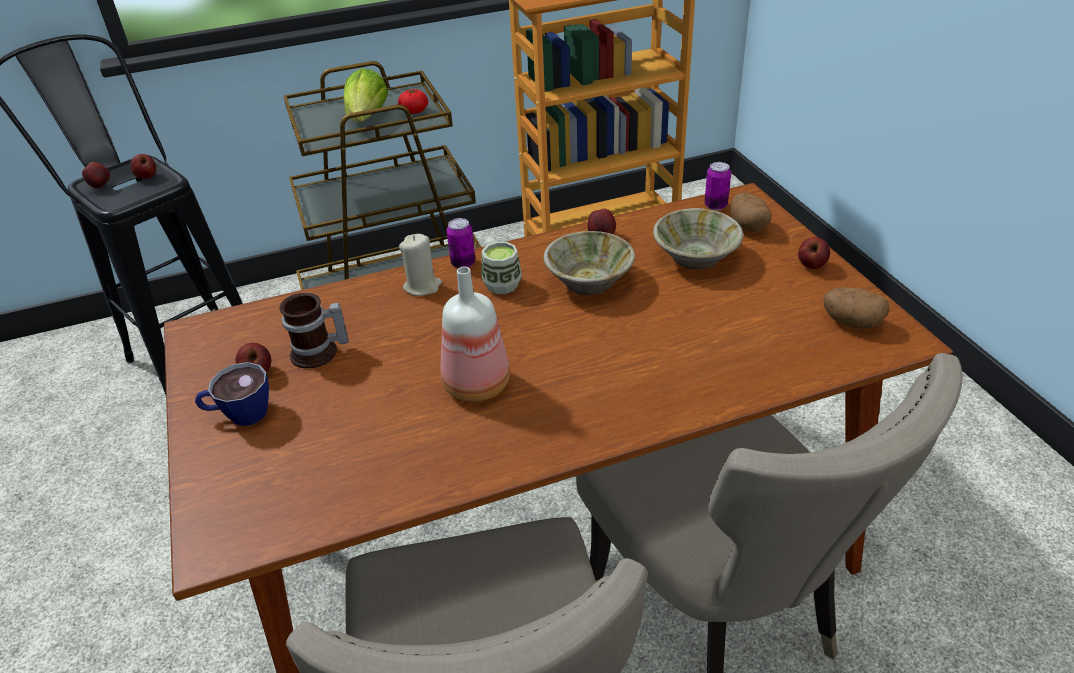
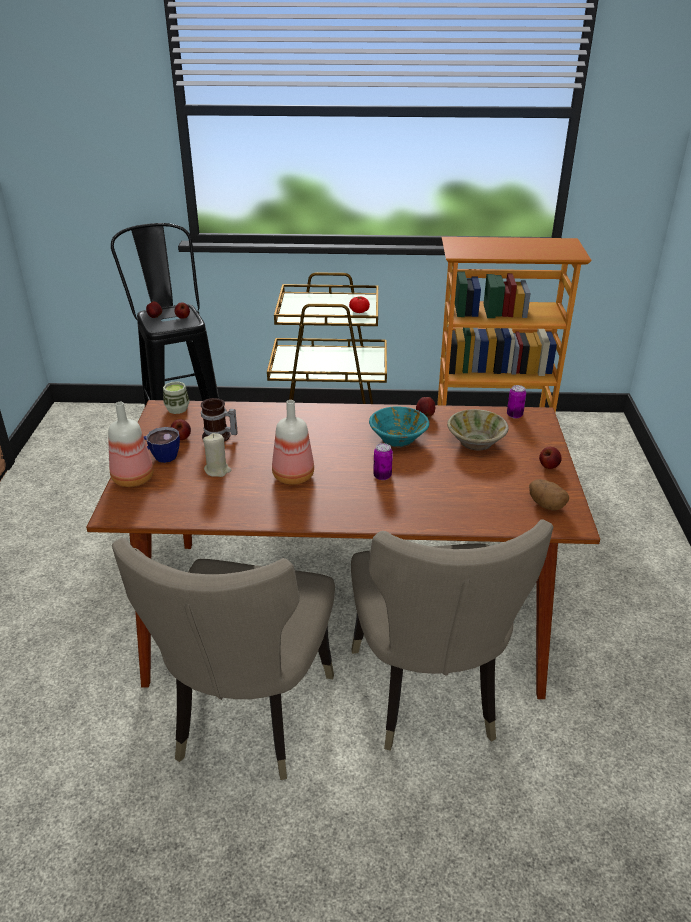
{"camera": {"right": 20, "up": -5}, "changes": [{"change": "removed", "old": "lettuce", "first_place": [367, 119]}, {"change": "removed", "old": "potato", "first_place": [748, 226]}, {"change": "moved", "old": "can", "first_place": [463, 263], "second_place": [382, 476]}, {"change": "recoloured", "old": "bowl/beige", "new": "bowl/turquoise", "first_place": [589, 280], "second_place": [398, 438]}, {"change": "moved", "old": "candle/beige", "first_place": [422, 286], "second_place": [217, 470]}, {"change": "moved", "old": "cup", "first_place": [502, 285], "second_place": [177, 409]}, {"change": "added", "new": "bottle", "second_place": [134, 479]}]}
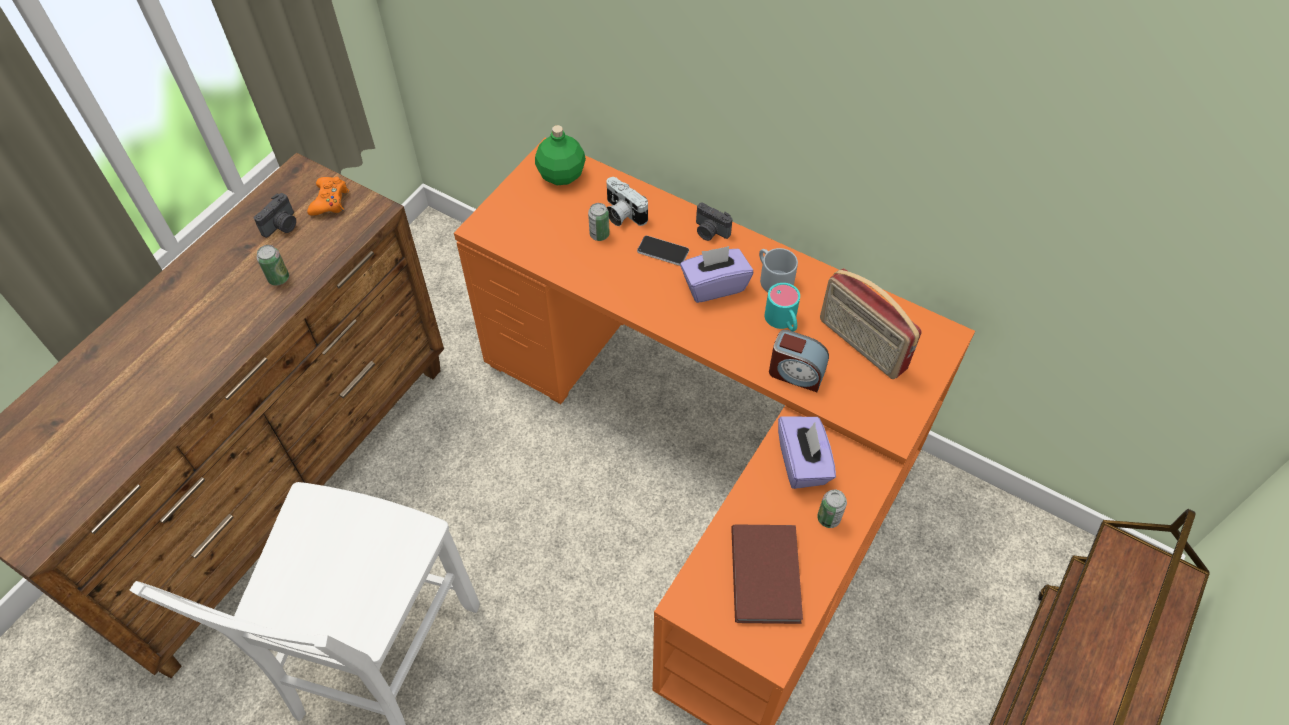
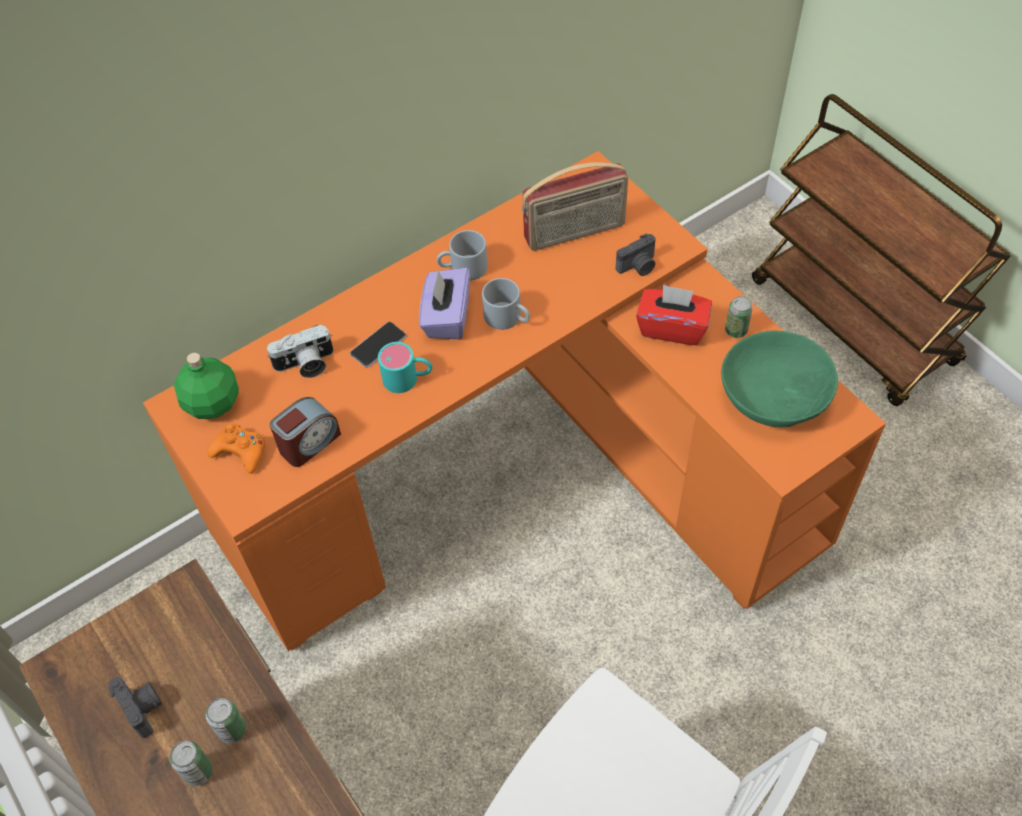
{"camera": {"right": -65, "up": 0}, "changes": [{"change": "moved", "old": "game controller/orange", "first_place": [330, 201], "second_place": [241, 452]}, {"change": "moved", "old": "photo camera", "first_place": [710, 232], "second_place": [638, 266]}, {"change": "moved", "old": "can", "first_place": [599, 234], "second_place": [198, 771]}, {"change": "moved", "old": "mug/turquoise", "first_place": [783, 321], "second_place": [408, 378]}, {"change": "moved", "old": "alarm clock", "first_place": [796, 373], "second_place": [309, 443]}, {"change": "recoloured", "old": "tissue box/purple", "new": "tissue box/red", "first_place": [803, 463], "second_place": [672, 328]}, {"change": "replaced", "old": "book/brown", "new": "bowl/green", "first_place": [768, 573], "second_place": [774, 395]}, {"change": "added", "new": "mug/grey", "second_place": [508, 317]}]}
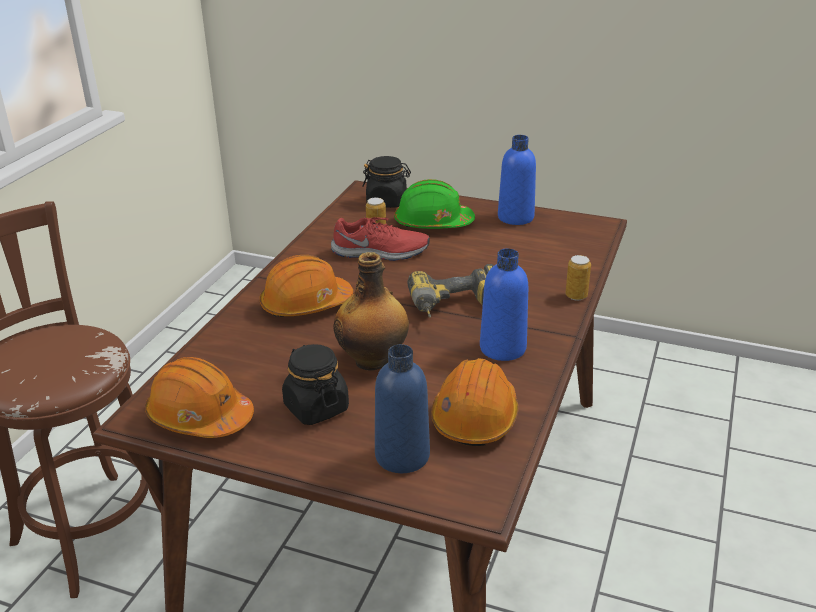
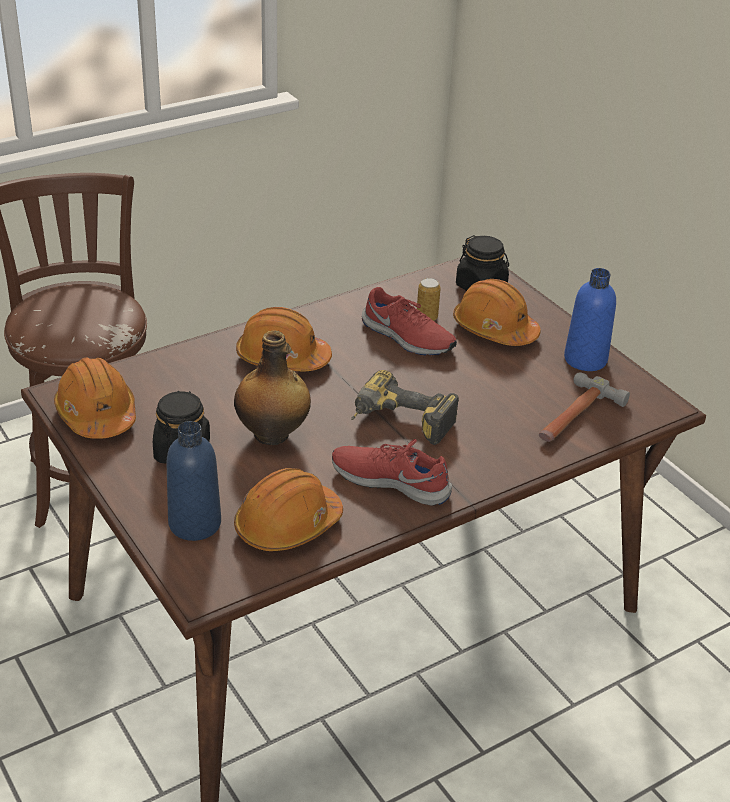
{"camera": {"right": 35, "up": 5}, "changes": [{"change": "recoloured", "old": "hard hat/green", "new": "hard hat/orange", "first_place": [433, 223], "second_place": [494, 329]}, {"change": "replaced", "old": "bottle/blue", "new": "shoe/red", "first_place": [502, 348], "second_place": [391, 480]}, {"change": "removed", "old": "can", "first_place": [576, 296]}, {"change": "added", "new": "hammer", "second_place": [574, 417]}]}
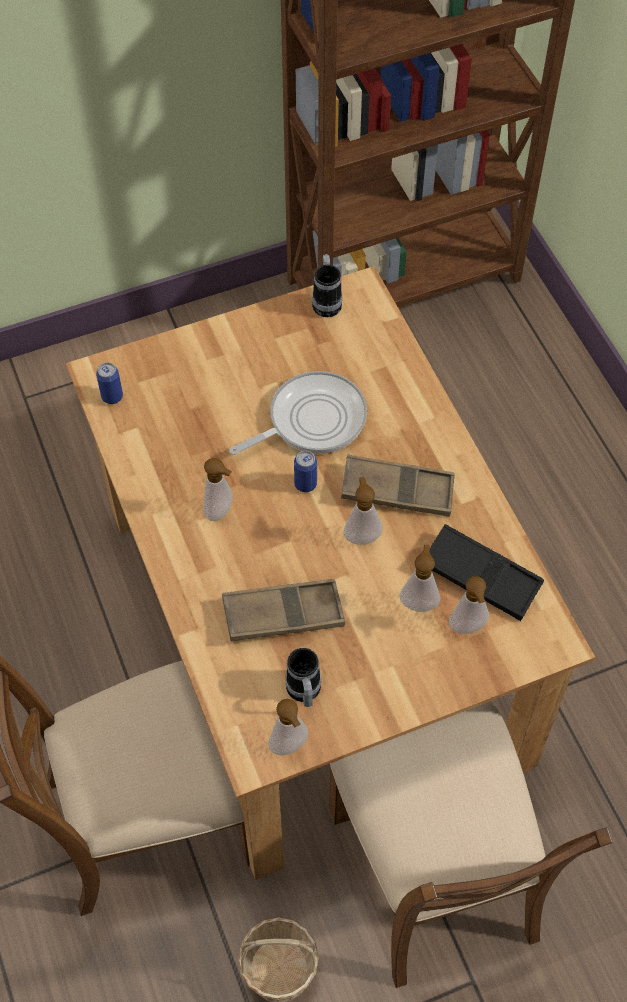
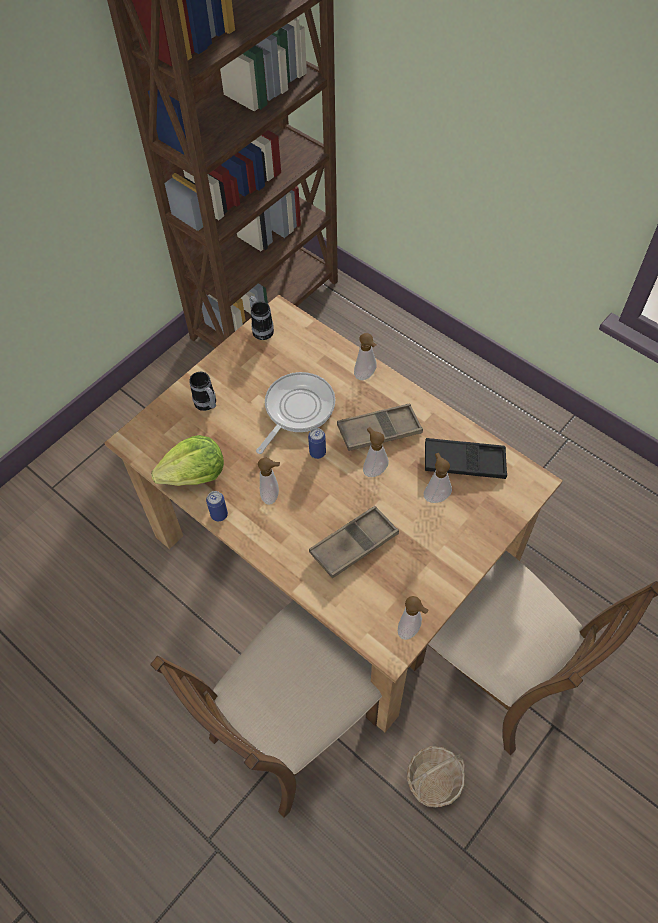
{"camera": {"right": -25, "up": 0}, "changes": [{"change": "moved", "old": "can", "first_place": [112, 396], "second_place": [219, 514]}, {"change": "moved", "old": "soap dispenser", "first_place": [468, 629], "second_place": [366, 376]}, {"change": "moved", "old": "mug", "first_place": [304, 693], "second_place": [207, 405]}, {"change": "added", "new": "lettuce", "second_place": [194, 475]}]}
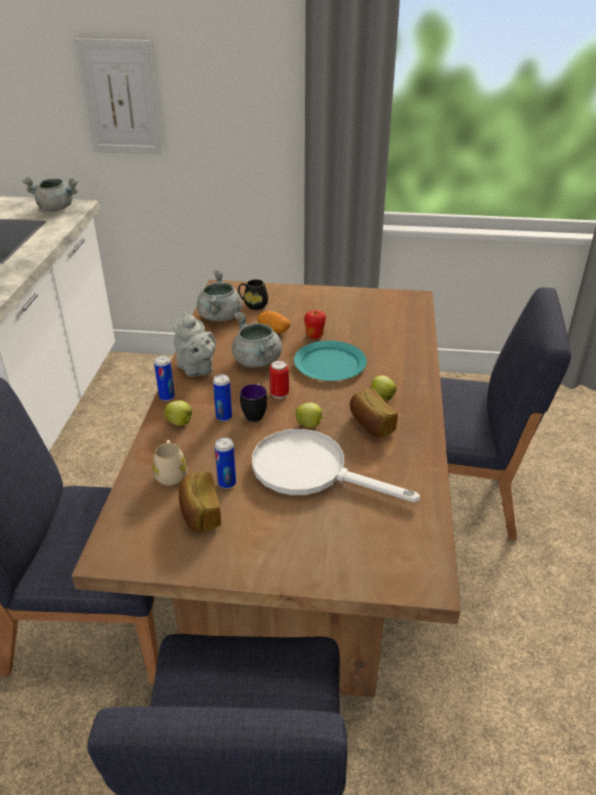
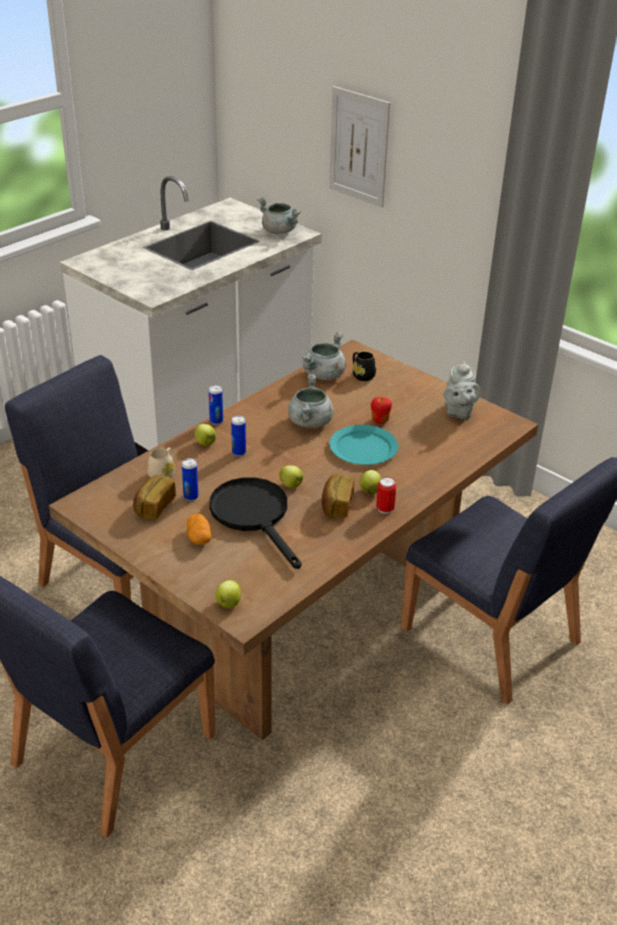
{"camera": {"right": 35, "up": 0}, "changes": [{"change": "moved", "old": "potato", "first_place": [273, 330], "second_place": [199, 537]}, {"change": "moved", "old": "teapot/grey", "first_place": [196, 369], "second_place": [458, 412]}, {"change": "moved", "old": "can", "first_place": [279, 394], "second_place": [385, 509]}, {"change": "removed", "old": "mug", "first_place": [255, 413]}, {"change": "recoloured", "old": "frying pan/white", "new": "frying pan/black", "first_place": [312, 471], "second_place": [254, 516]}, {"change": "added", "new": "apple", "second_place": [228, 604]}]}
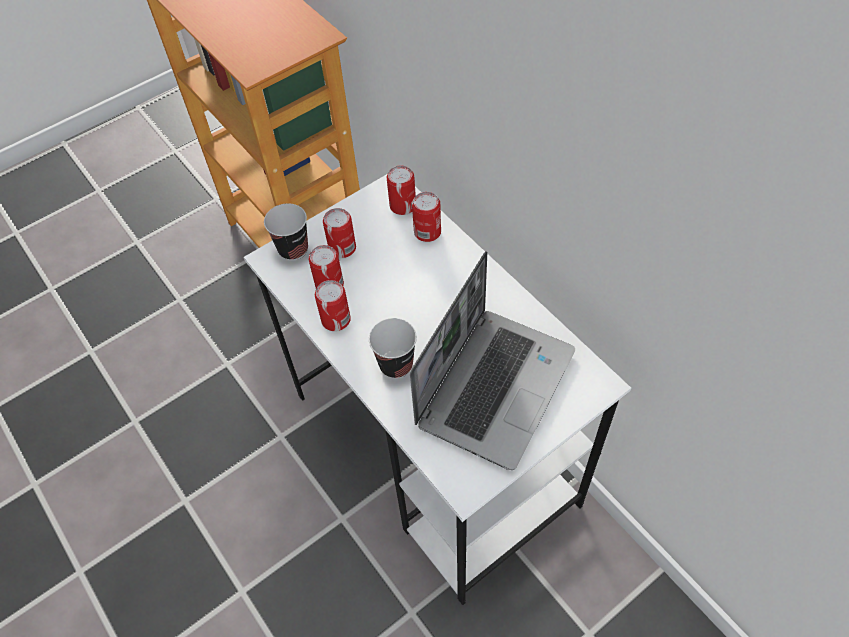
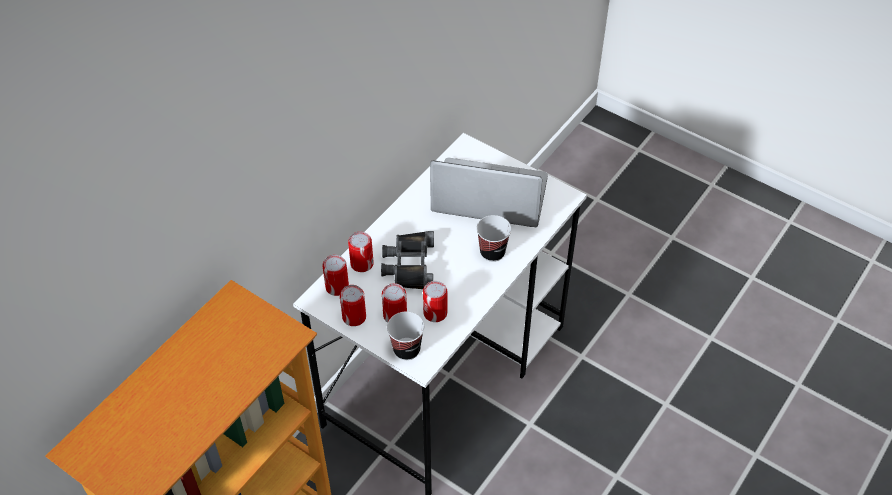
{"camera": {"right": -110, "up": -5}, "changes": [{"change": "moved", "old": "can", "first_place": [336, 320], "second_place": [354, 317]}, {"change": "added", "new": "binoculars/black", "second_place": [409, 265]}]}
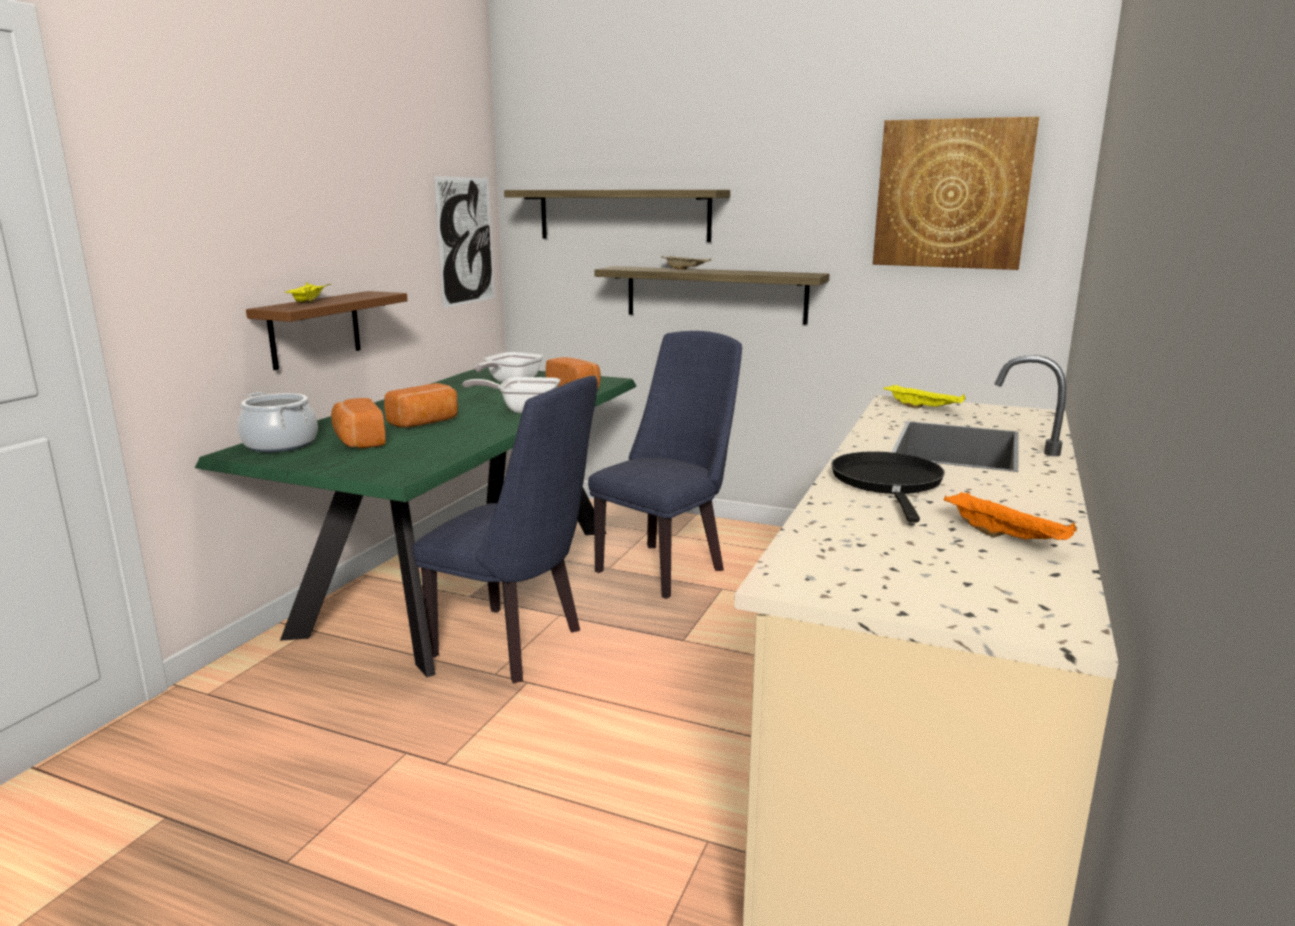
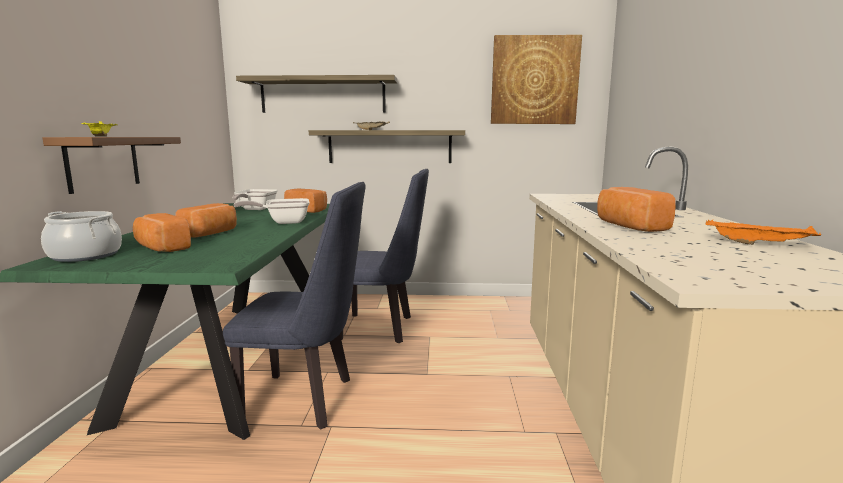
{"camera": {"right": -20, "up": -5}, "changes": [{"change": "removed", "old": "picture", "first_place": [466, 241]}, {"change": "turned", "old": "chair/blue", "first_place": [666, 566], "second_place": [383, 328], "degrees": 75}, {"change": "removed", "old": "tray/yellow", "first_place": [924, 408]}, {"change": "replaced", "old": "frying pan/black", "new": "bread", "first_place": [888, 483], "second_place": [629, 226]}]}
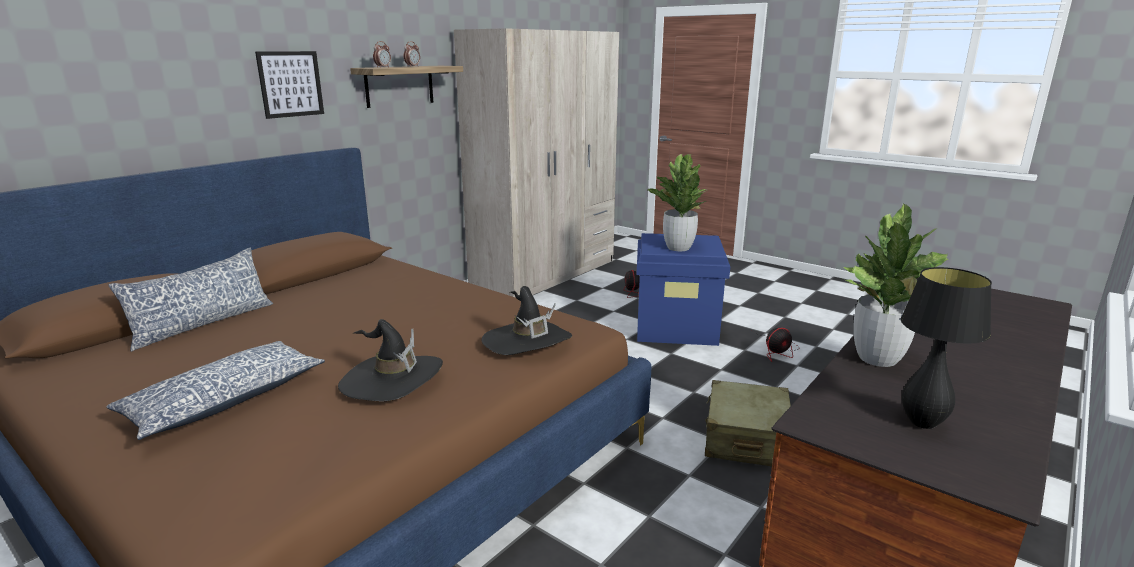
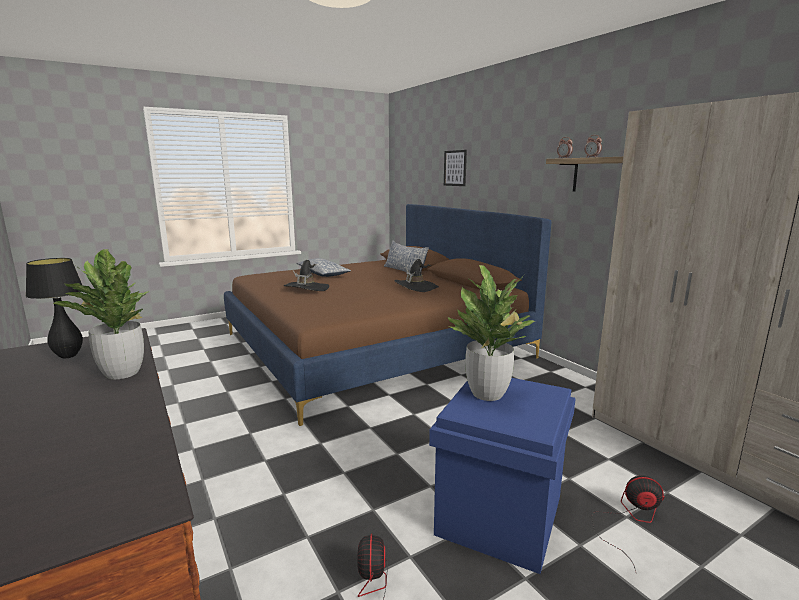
{"camera": {"right": 110, "up": -5}, "changes": [{"change": "moved", "old": "picture", "first_place": [290, 84], "second_place": [455, 168]}, {"change": "moved", "old": "hat/black", "first_place": [527, 341], "second_place": [416, 287]}, {"change": "removed", "old": "suitcase/beige", "first_place": [746, 439]}]}
